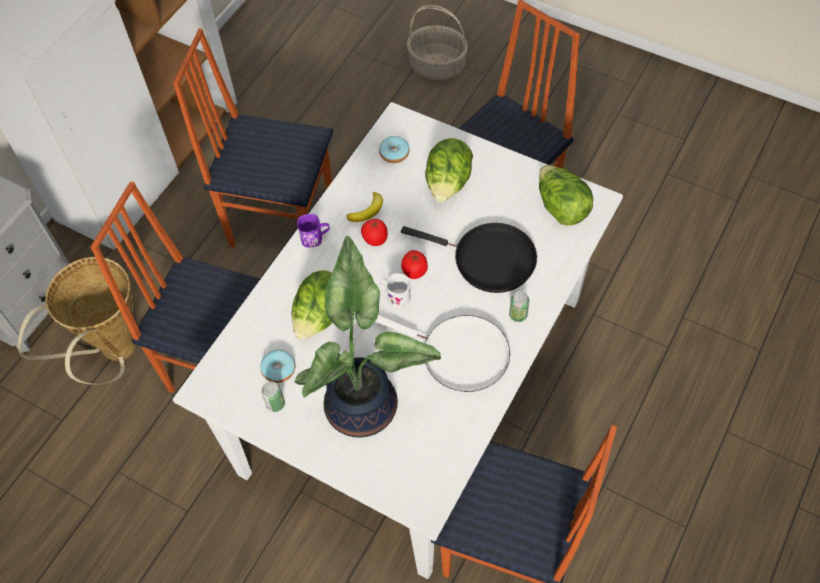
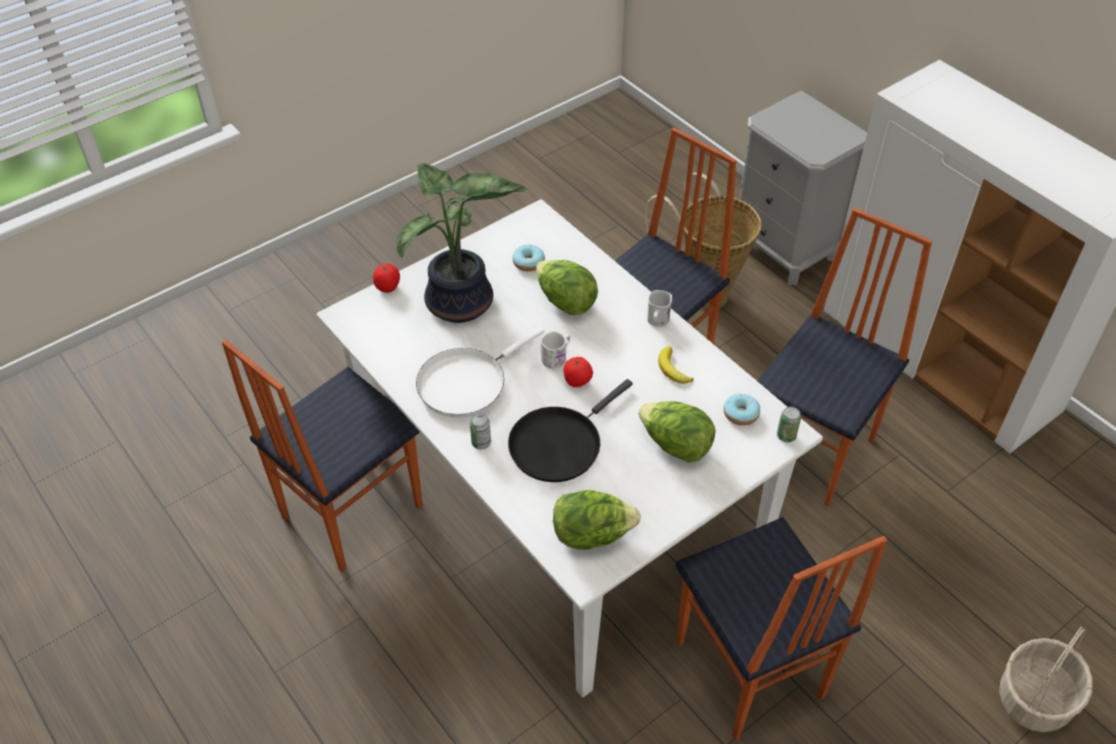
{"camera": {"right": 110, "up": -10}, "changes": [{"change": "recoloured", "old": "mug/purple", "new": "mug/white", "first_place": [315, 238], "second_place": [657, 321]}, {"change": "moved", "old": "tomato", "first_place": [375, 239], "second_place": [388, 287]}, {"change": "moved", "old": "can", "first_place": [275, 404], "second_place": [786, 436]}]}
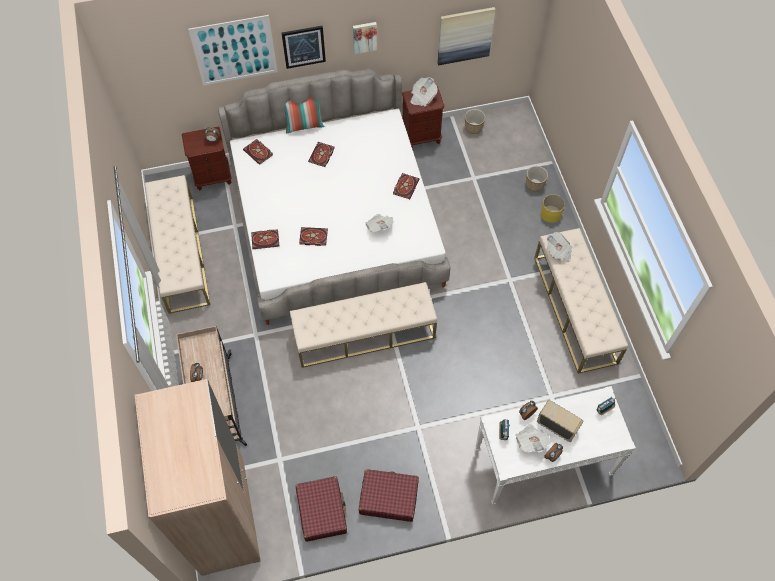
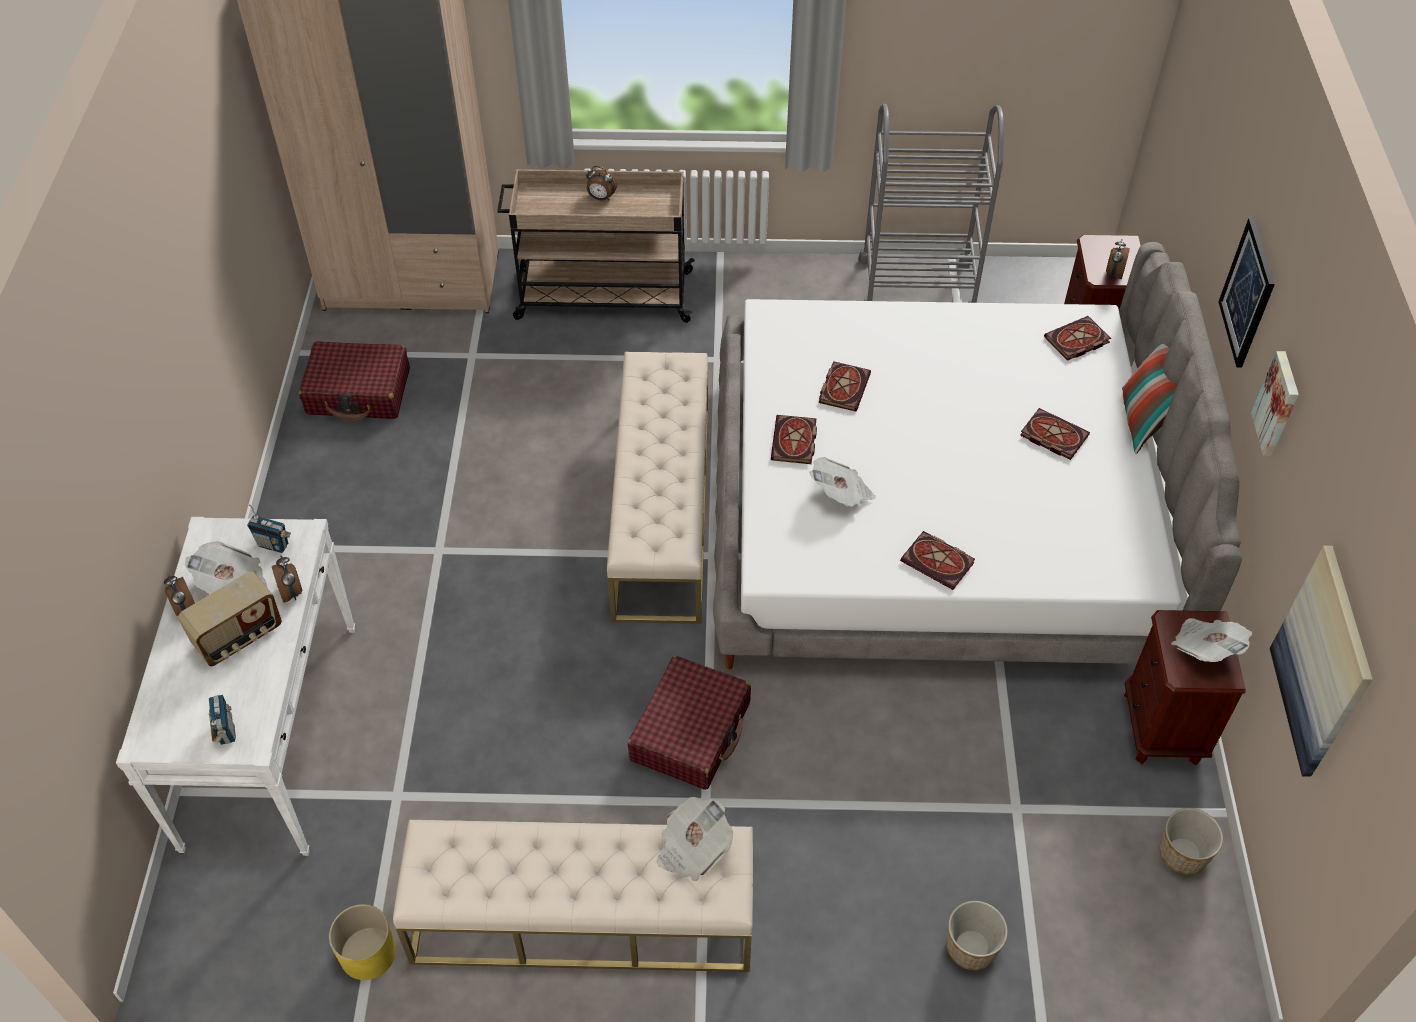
{"camera": {"right": 105, "up": -10}, "changes": [{"change": "removed", "old": "picture", "first_place": [234, 50]}, {"change": "replaced", "old": "bench/beige", "new": "cart/grey", "first_place": [181, 253], "second_place": [917, 286]}, {"change": "moved", "old": "planter/yellow", "first_place": [551, 214], "second_place": [367, 954]}, {"change": "moved", "old": "book", "first_place": [266, 239], "second_place": [795, 443]}, {"change": "moved", "old": "suitcase/red", "first_place": [388, 497], "second_place": [691, 732]}]}
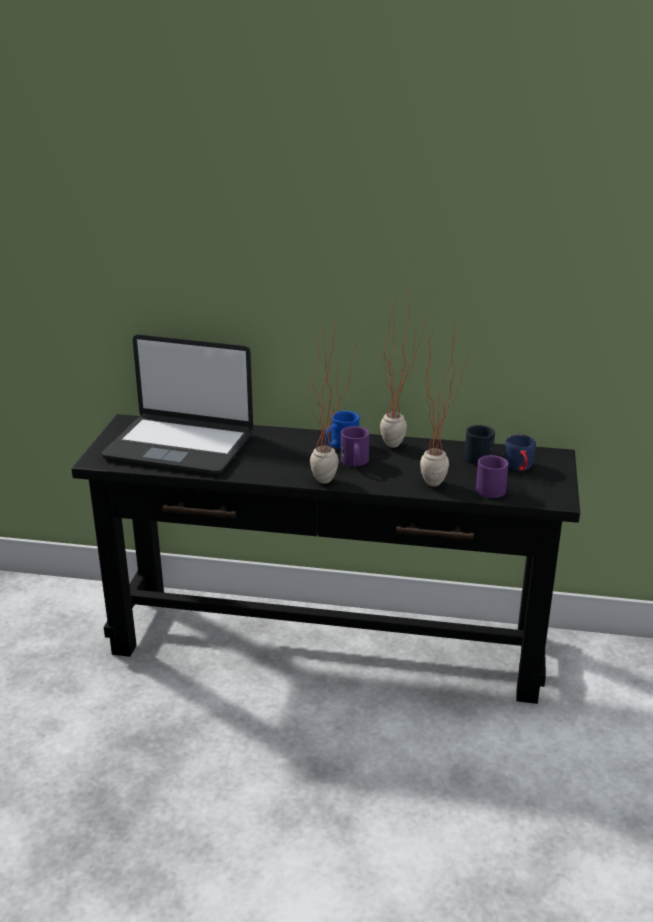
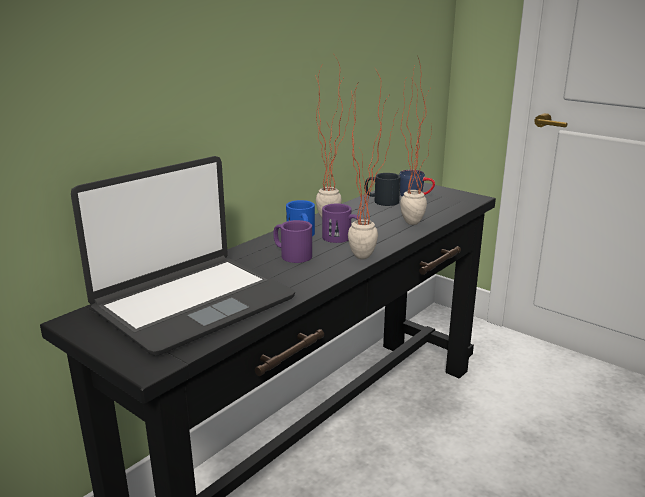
{"camera": {"right": -60, "up": -5}, "changes": [{"change": "moved", "old": "mug/purple", "first_place": [491, 487], "second_place": [291, 254]}]}
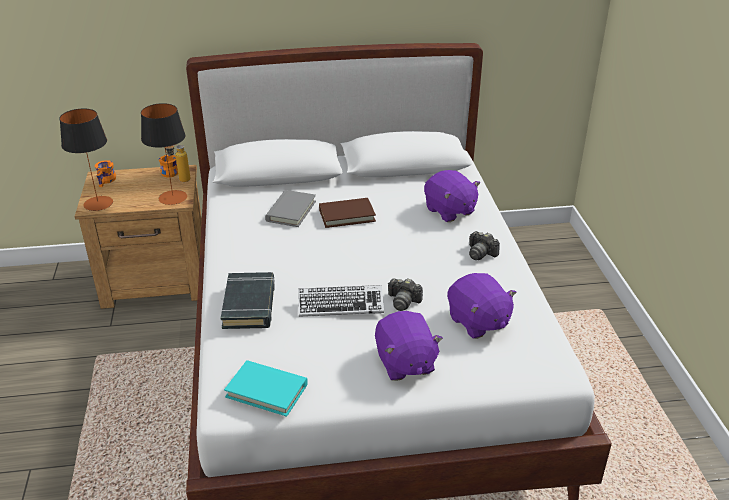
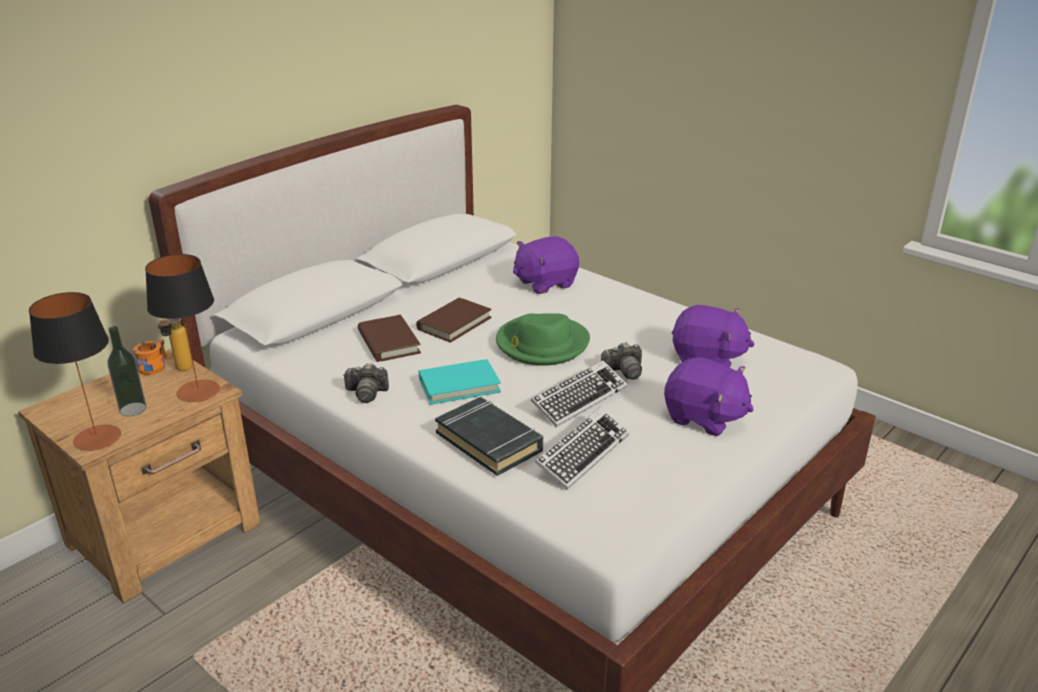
{"camera": {"right": -40, "up": -5}, "changes": [{"change": "removed", "old": "mug/orange", "first_place": [107, 180]}, {"change": "turned", "old": "plush toy/purple", "first_place": [449, 211], "second_place": [545, 283], "degrees": 135}, {"change": "recoloured", "old": "book/grey", "new": "book/brown", "first_place": [291, 211], "second_place": [388, 342]}, {"change": "moved", "old": "photo camera", "first_place": [481, 253], "second_place": [367, 393]}, {"change": "moved", "old": "book/turquoise", "first_place": [267, 391], "second_place": [459, 385]}, {"change": "added", "new": "hat/green", "second_place": [541, 344]}, {"change": "added", "new": "bottle", "second_place": [133, 409]}, {"change": "added", "new": "keyboard", "second_place": [582, 453]}]}
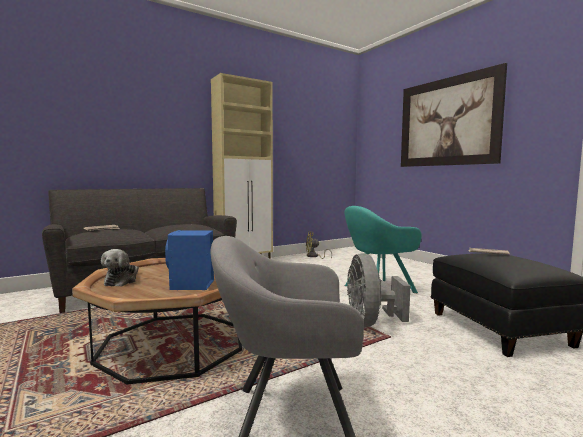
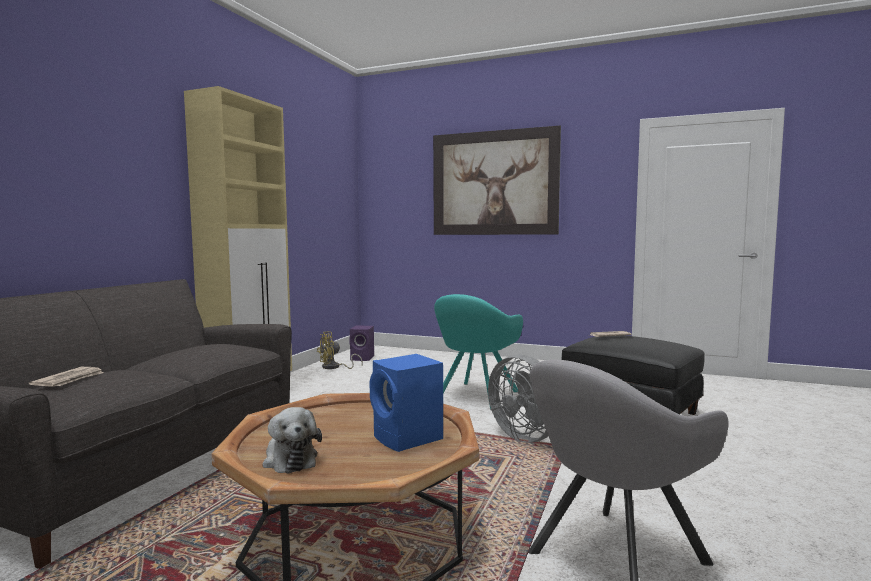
{"camera": {"right": -35, "up": 0}, "changes": [{"change": "added", "new": "speaker/purple", "second_place": [363, 358]}]}
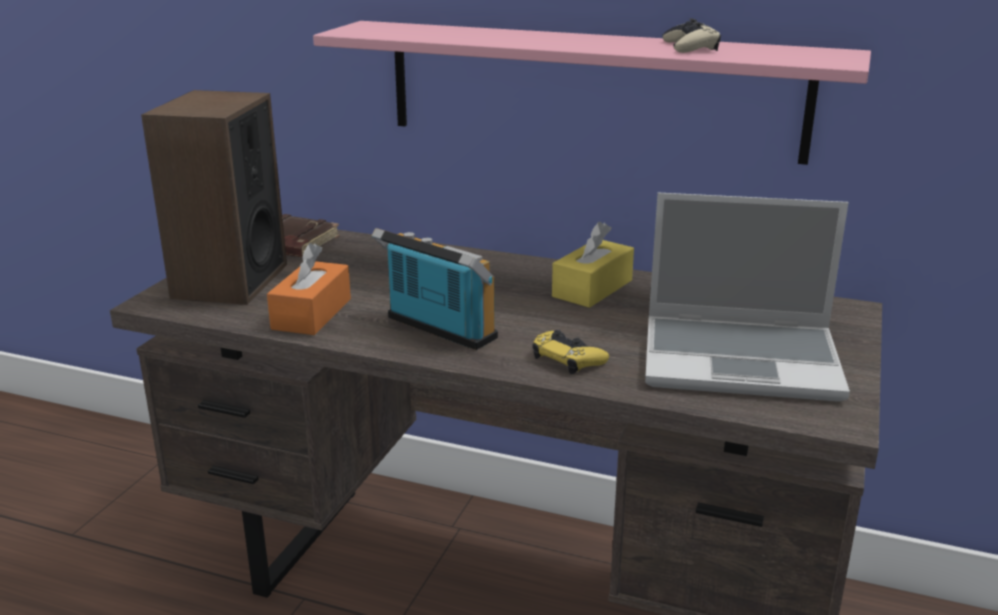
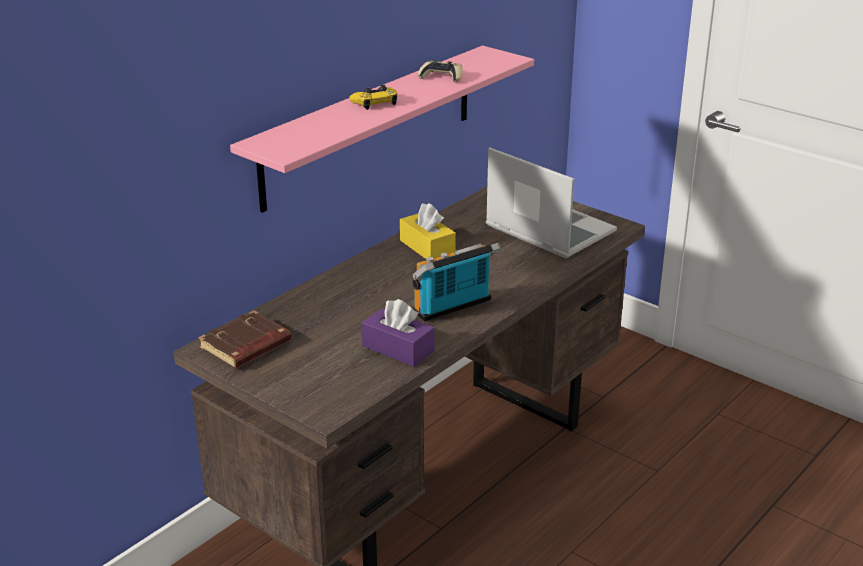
{"camera": {"right": -70, "up": 5}, "changes": [{"change": "removed", "old": "speaker", "first_place": [229, 281]}, {"change": "turned", "old": "laptop", "first_place": [742, 360], "second_place": [547, 230], "degrees": -75}, {"change": "recoloured", "old": "tissue box/orange", "new": "tissue box/purple", "first_place": [312, 314], "second_place": [398, 349]}, {"change": "moved", "old": "game controller/yellow", "first_place": [568, 358], "second_place": [375, 102]}]}
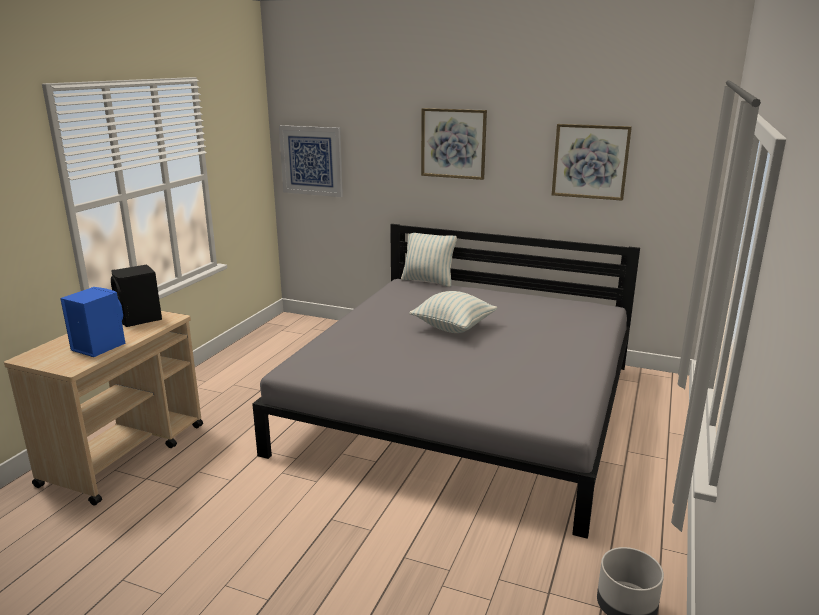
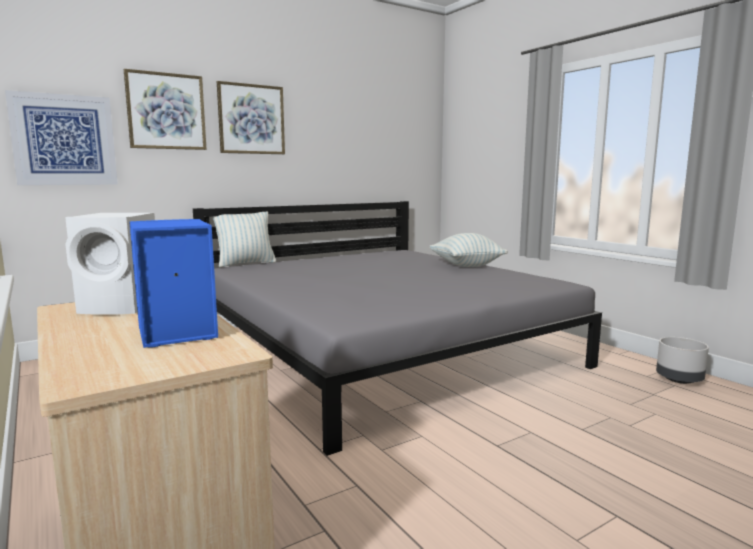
{"camera": {"right": -55, "up": -10}, "changes": [{"change": "moved", "old": "picture", "first_place": [590, 161], "second_place": [166, 111]}, {"change": "recoloured", "old": "speaker/black", "new": "speaker/white", "first_place": [140, 319], "second_place": [123, 306]}, {"change": "moved", "old": "pillow", "first_place": [453, 327], "second_place": [466, 265]}]}
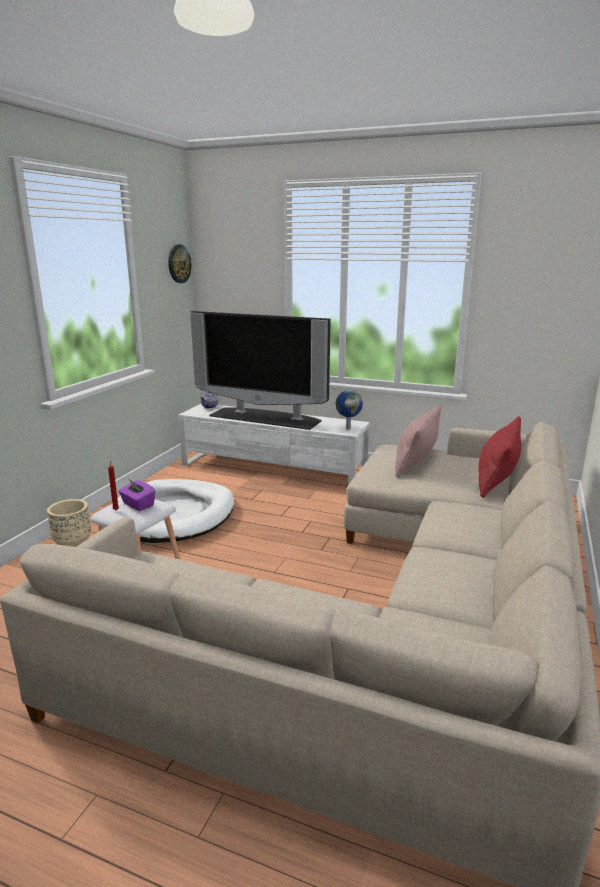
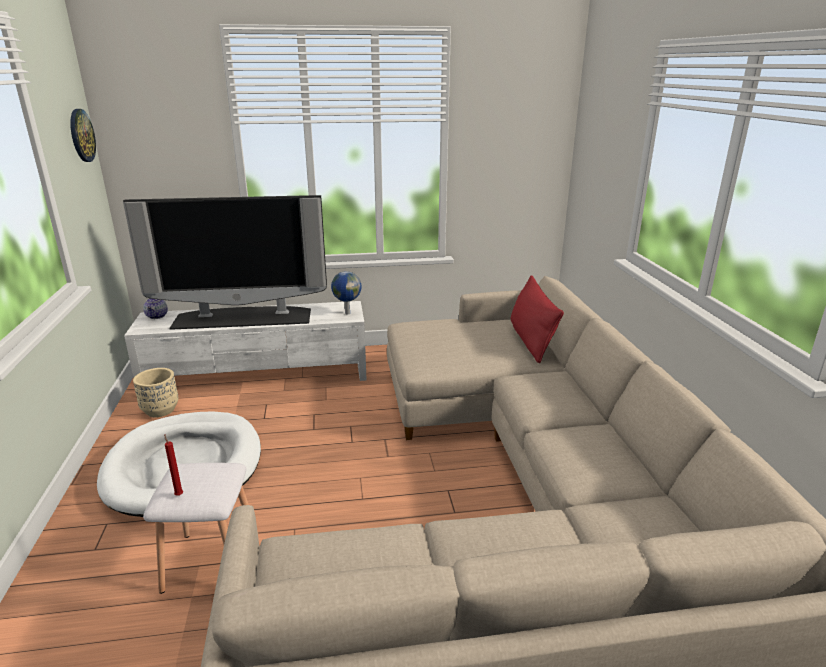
{"camera": {"right": -30, "up": 5}, "changes": [{"change": "removed", "old": "pillow/pink", "first_place": [416, 461]}, {"change": "removed", "old": "tissue box/purple", "first_place": [138, 505]}, {"change": "moved", "old": "planter/beige", "first_place": [72, 542], "second_place": [160, 410]}]}
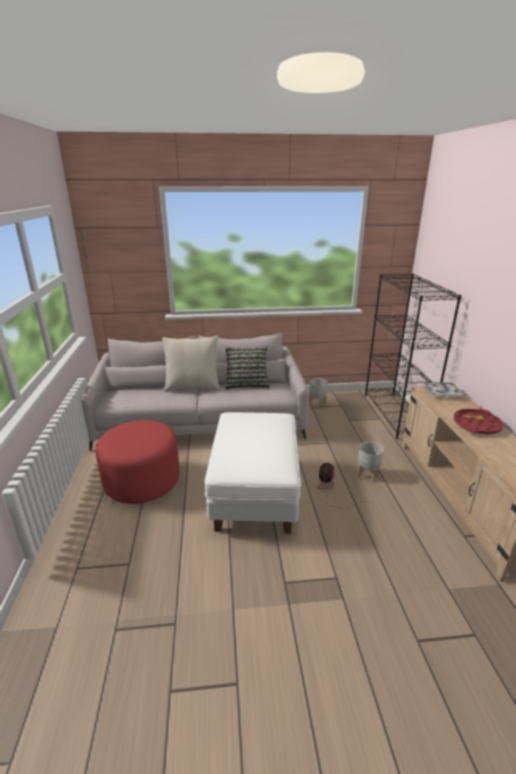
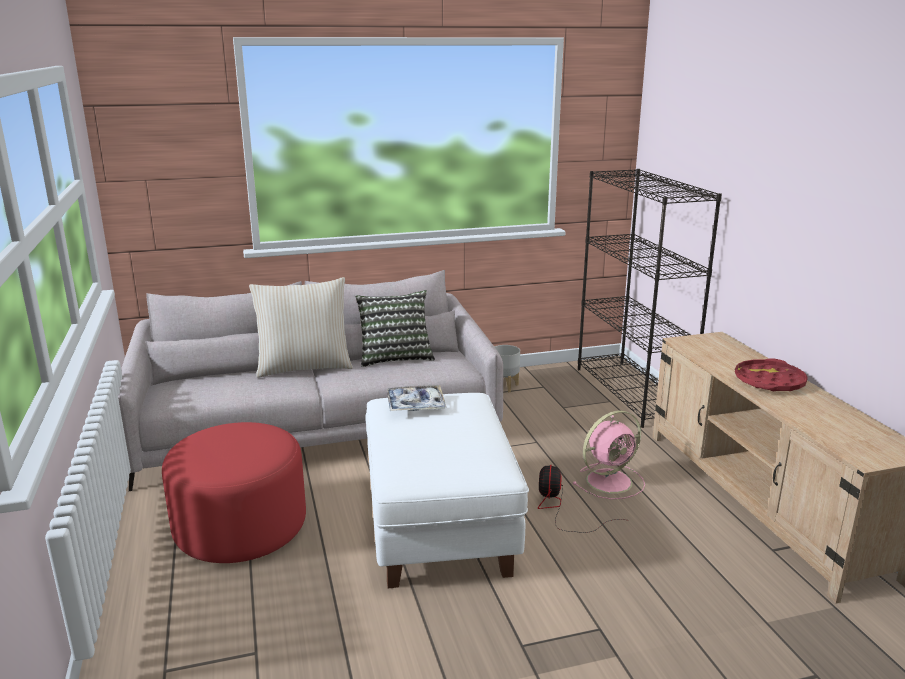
{"camera": {"right": -10, "up": -5}, "changes": [{"change": "moved", "old": "tray", "first_place": [442, 393], "second_place": [415, 405]}, {"change": "replaced", "old": "planter/grey", "new": "fan/pink", "first_place": [367, 474], "second_place": [610, 481]}]}
